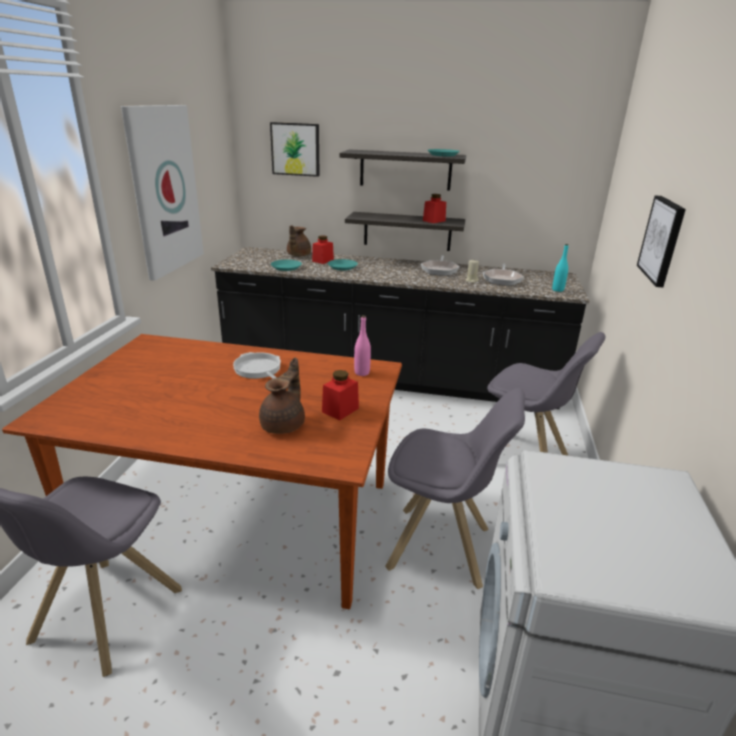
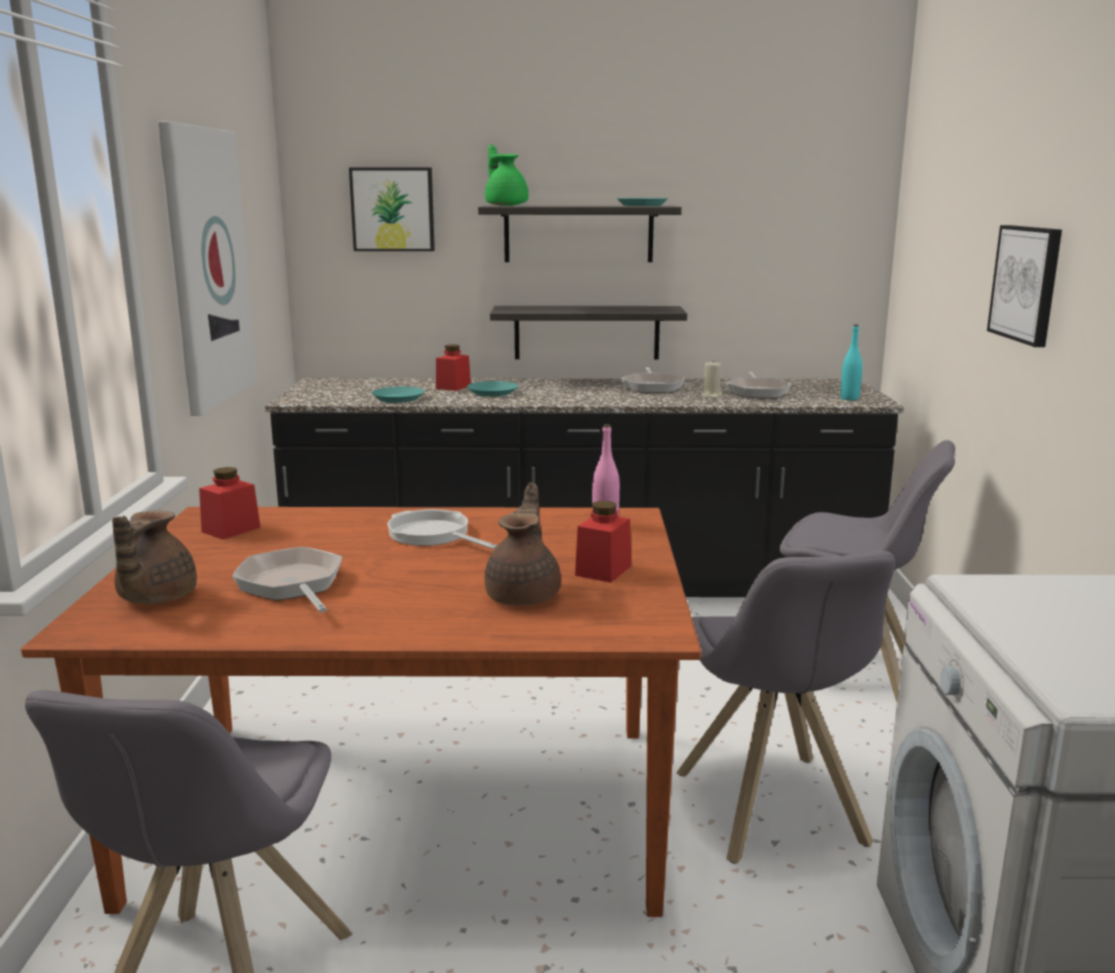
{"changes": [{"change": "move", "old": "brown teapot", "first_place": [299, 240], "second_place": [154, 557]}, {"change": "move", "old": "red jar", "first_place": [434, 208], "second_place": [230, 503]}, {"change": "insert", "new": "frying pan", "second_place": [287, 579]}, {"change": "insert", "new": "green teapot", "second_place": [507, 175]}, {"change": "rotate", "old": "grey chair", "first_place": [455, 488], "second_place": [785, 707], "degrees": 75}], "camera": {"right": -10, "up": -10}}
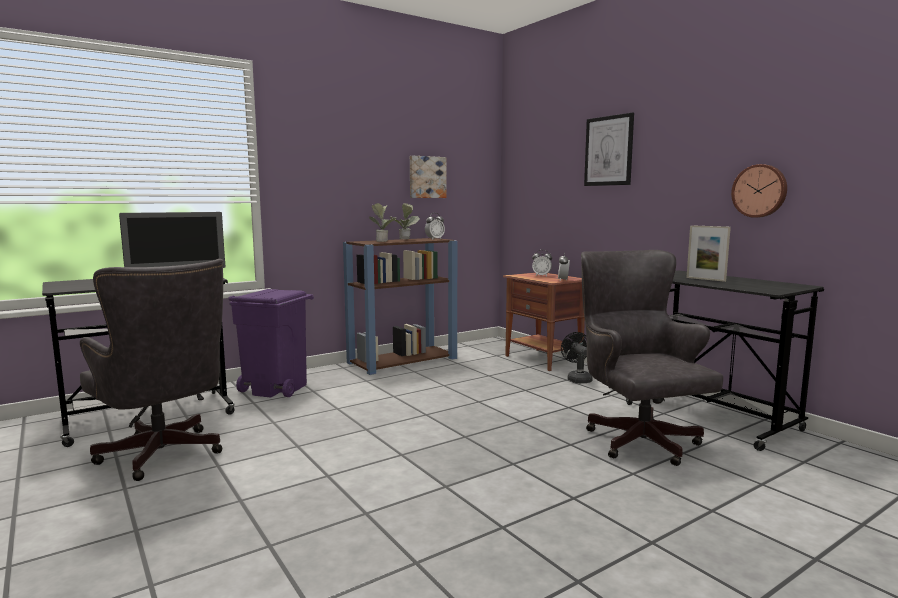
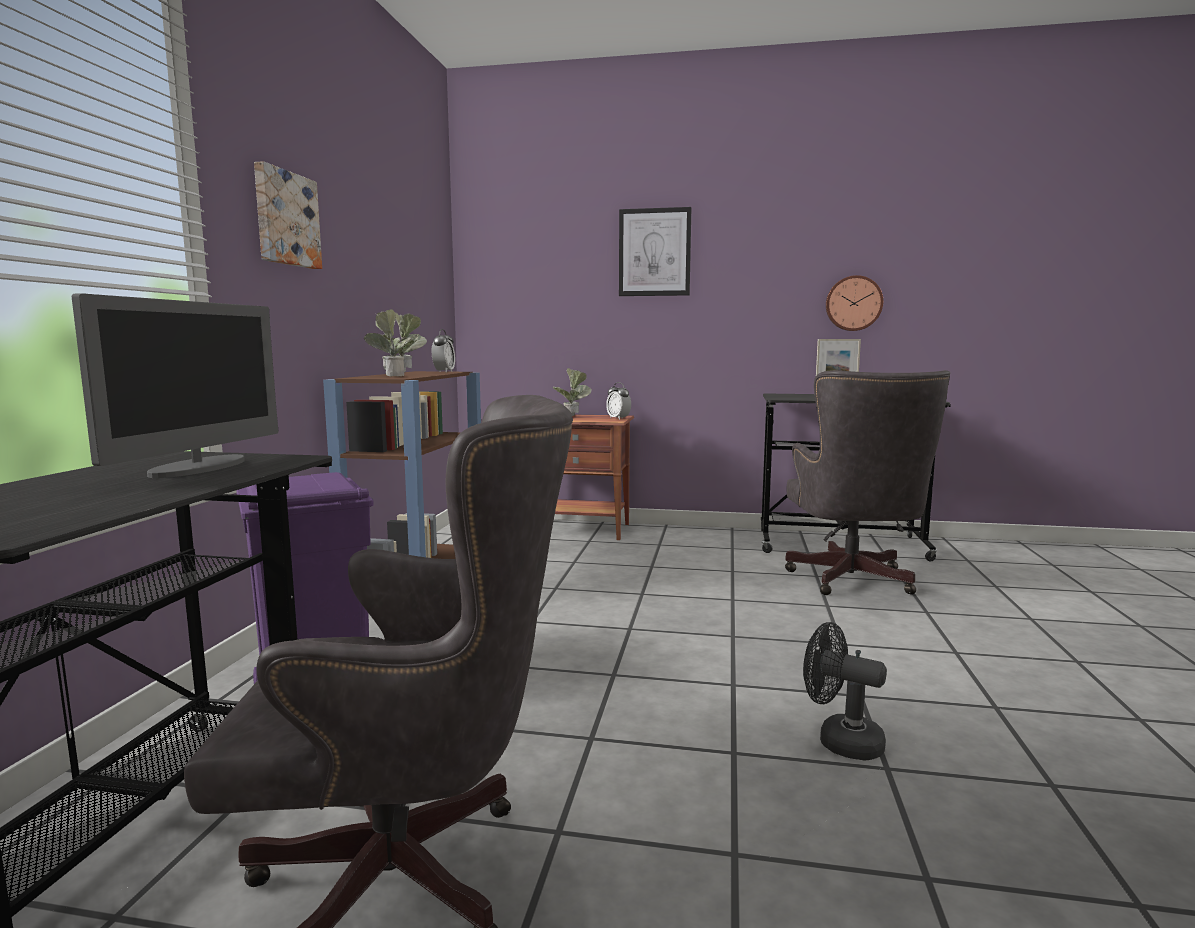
{"changes": [{"change": "move", "old": "picture", "first_place": [428, 176], "second_place": [288, 215]}, {"change": "replace", "old": "alarm clock", "new": "potted plant", "first_place": [542, 263], "second_place": [572, 392]}, {"change": "rotate", "old": "grey office chair", "first_place": [652, 358], "second_place": [867, 482], "degrees": -120}, {"change": "move", "old": "black fan", "first_place": [577, 357], "second_place": [845, 691]}], "camera": {"right": -45, "up": 0}}
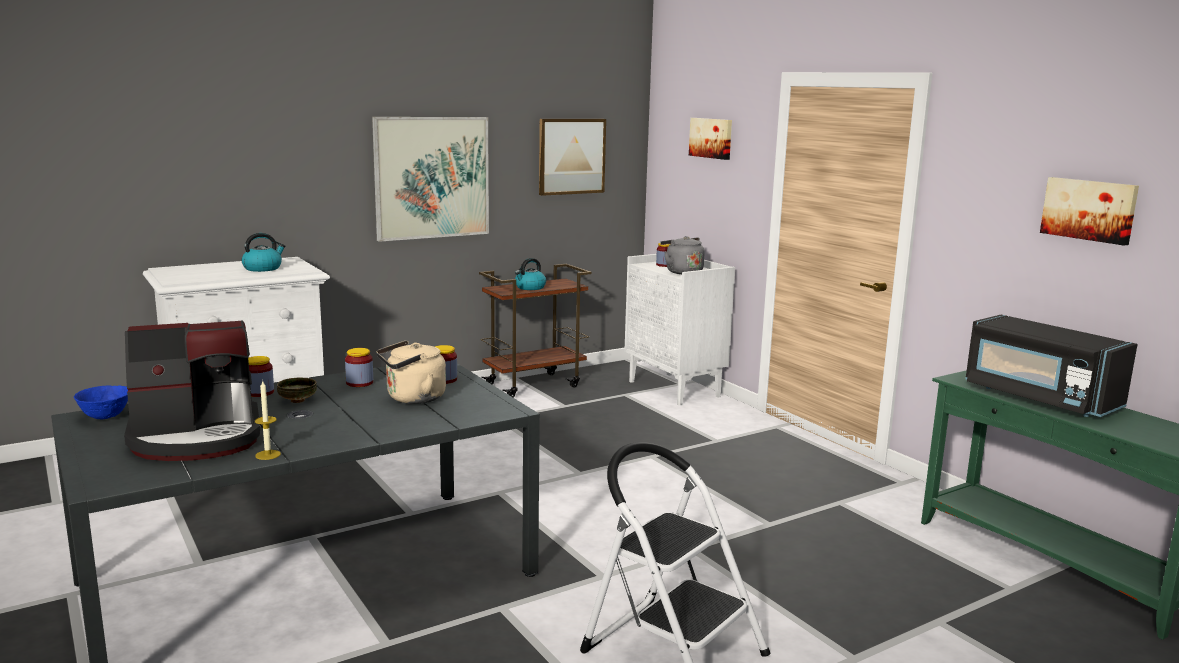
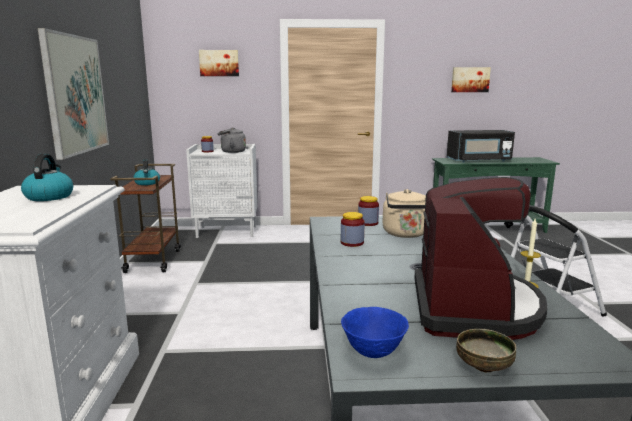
{"changes": [{"change": "move", "old": "bowl", "first_place": [297, 390], "second_place": [486, 350]}, {"change": "delete", "old": "jar", "first_place": [261, 376]}, {"change": "delete", "old": "picture", "first_place": [572, 157]}], "camera": {"right": -60, "up": 0}}
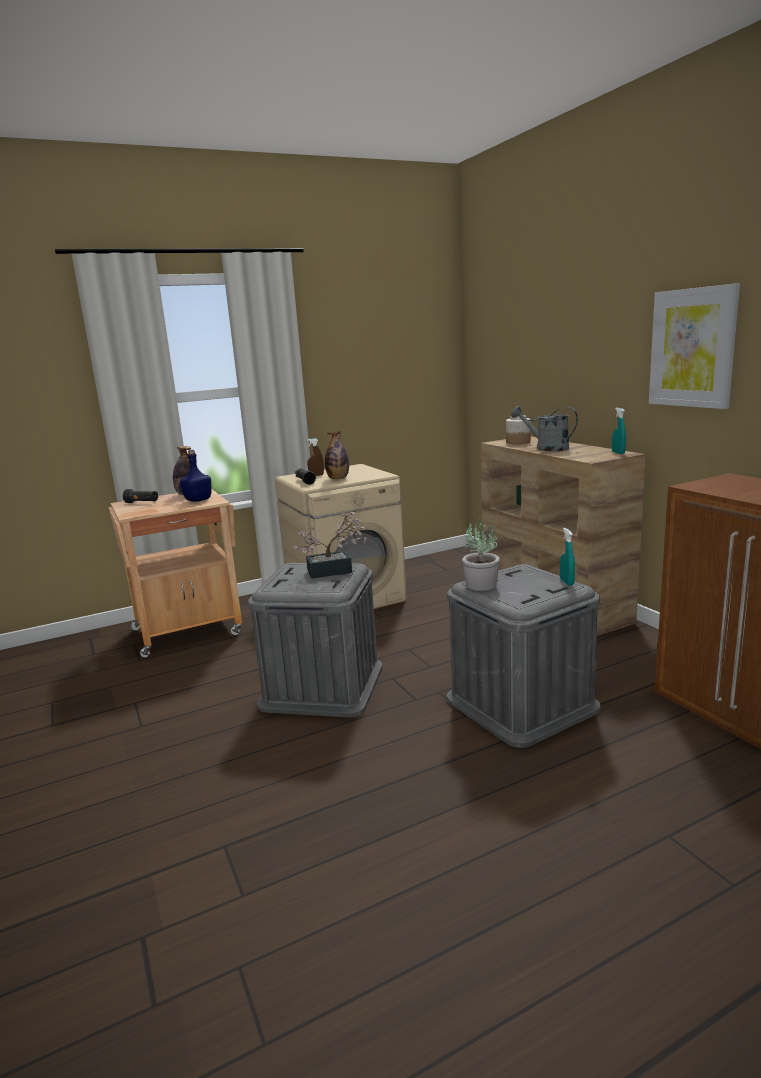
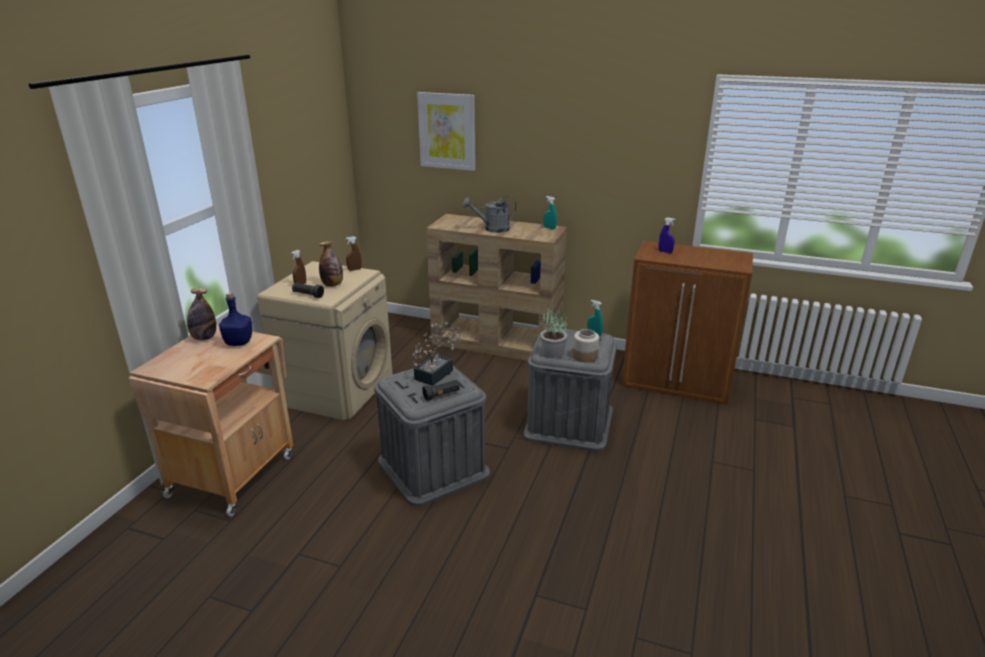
{"changes": [{"change": "insert", "new": "brown spray bottle", "second_place": [354, 253]}, {"change": "move", "old": "picture", "first_place": [694, 346], "second_place": [446, 131]}, {"change": "move", "old": "black flashlight", "first_place": [140, 496], "second_place": [441, 390]}, {"change": "move", "old": "jar", "first_place": [518, 429], "second_place": [586, 345]}, {"change": "insert", "new": "blue spray bottle", "second_place": [667, 235]}], "camera": {"right": -45, "up": 10}}
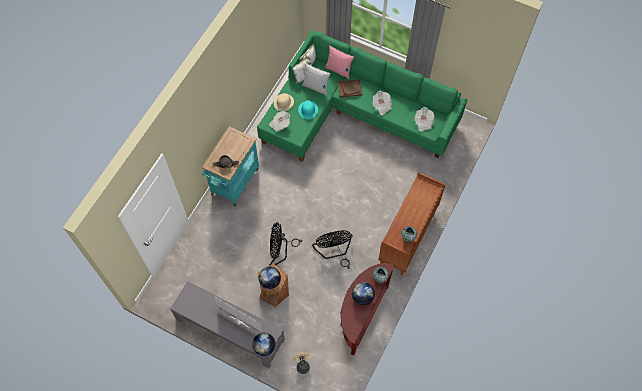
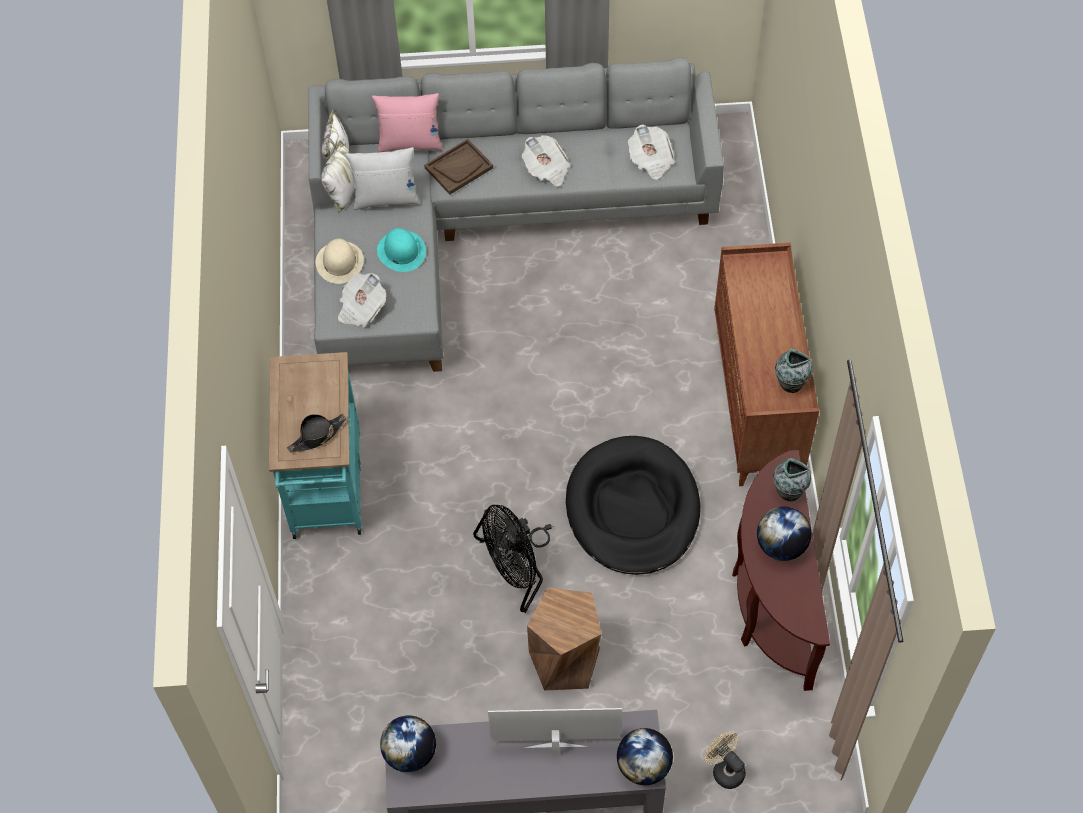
{"changes": [{"change": "recolor", "old": "green sofa", "new": "grey sofa", "first_place": [362, 96], "second_place": [516, 214]}, {"change": "move", "old": "globe", "first_place": [269, 278], "second_place": [408, 744]}, {"change": "replace", "old": "black fan", "new": "black dog bed", "first_place": [332, 249], "second_place": [633, 505]}], "camera": {"right": -30, "up": -5}}
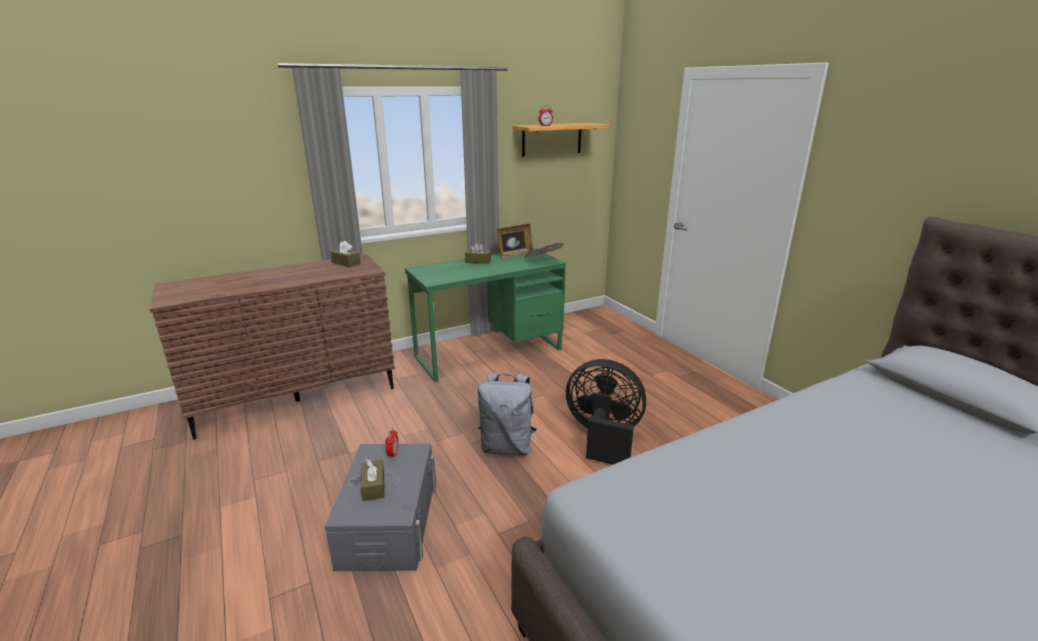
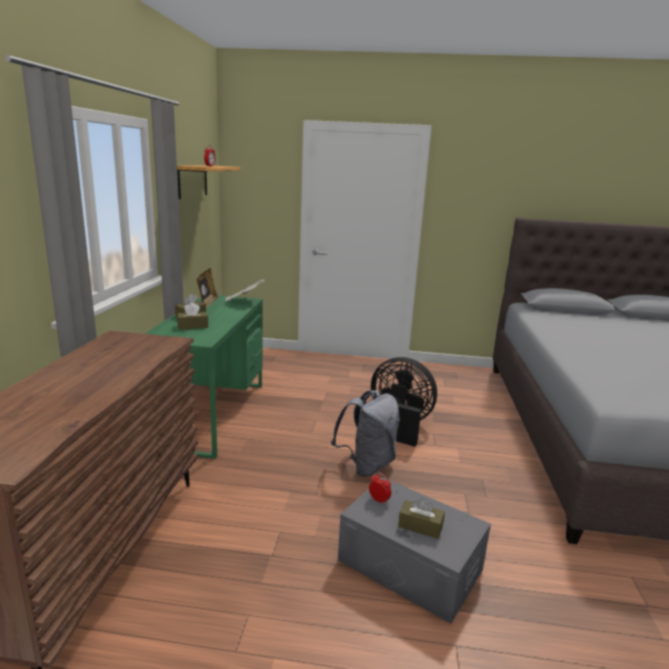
{"changes": [{"change": "move", "old": "brown tissue box", "first_place": [345, 254], "second_place": [192, 316]}, {"change": "rotate", "old": "black fan", "first_place": [606, 412], "second_place": [404, 402], "degrees": 60}], "camera": {"right": -55, "up": -5}}
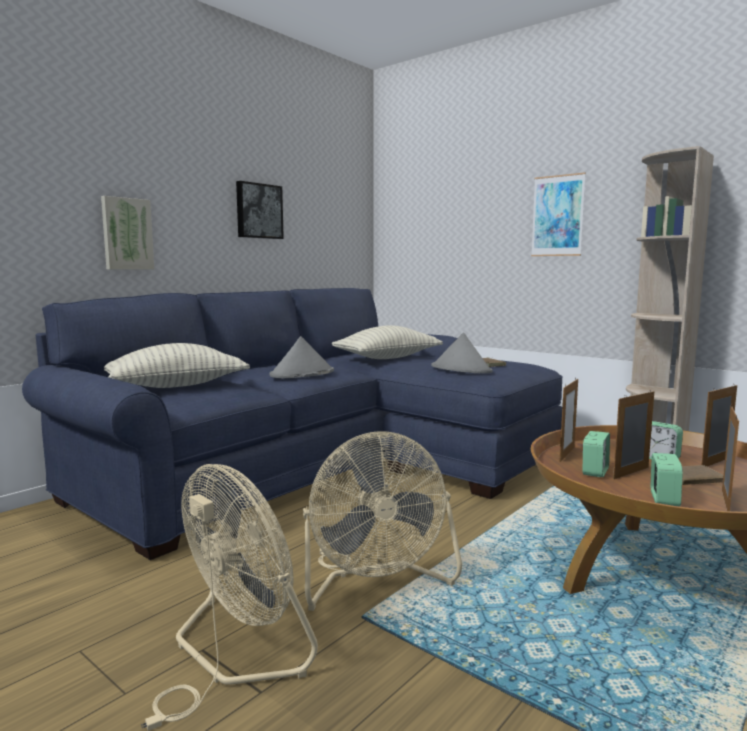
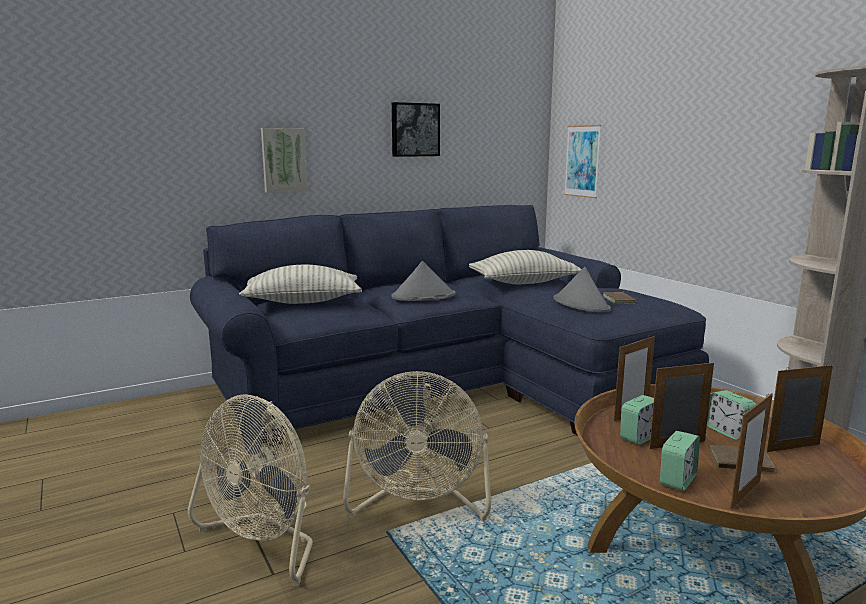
{"changes": [{"change": "rotate", "old": "beige fan", "first_place": [229, 597], "second_place": [250, 490], "degrees": 150}, {"change": "move", "old": "picture", "first_place": [558, 214], "second_place": [582, 161]}], "camera": {"right": 20, "up": 5}}
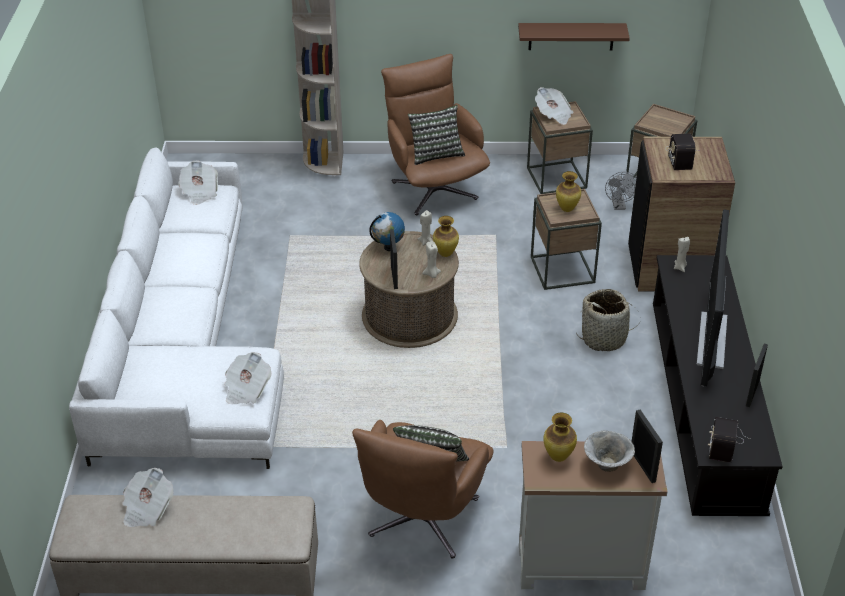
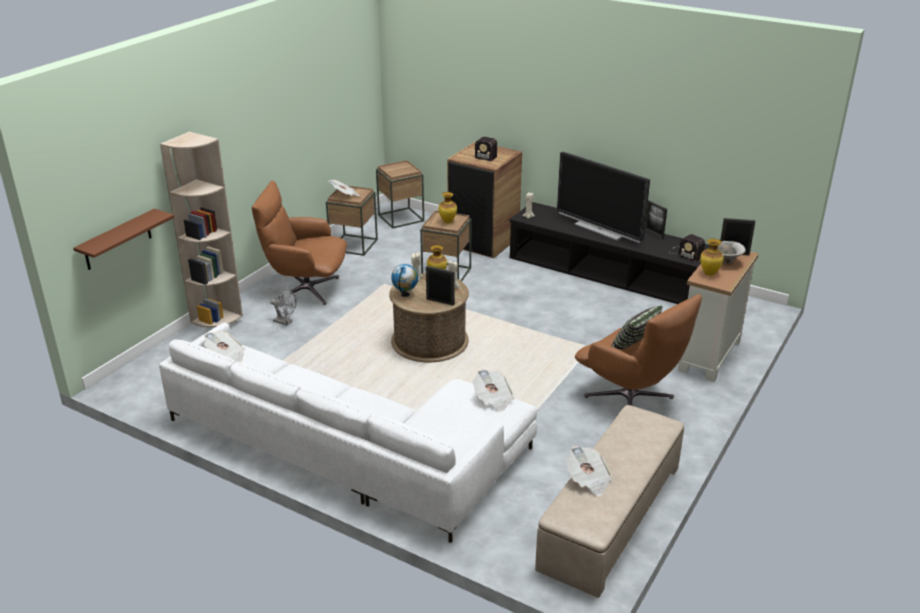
{"changes": [{"change": "move", "old": "brown shelf", "first_place": [574, 36], "second_place": [123, 239]}, {"change": "move", "old": "grey fan", "first_place": [621, 191], "second_place": [283, 307]}, {"change": "delete", "old": "pillow", "first_place": [436, 135]}, {"change": "delete", "old": "basket", "first_place": [608, 320]}], "camera": {"right": -60, "up": -10}}
